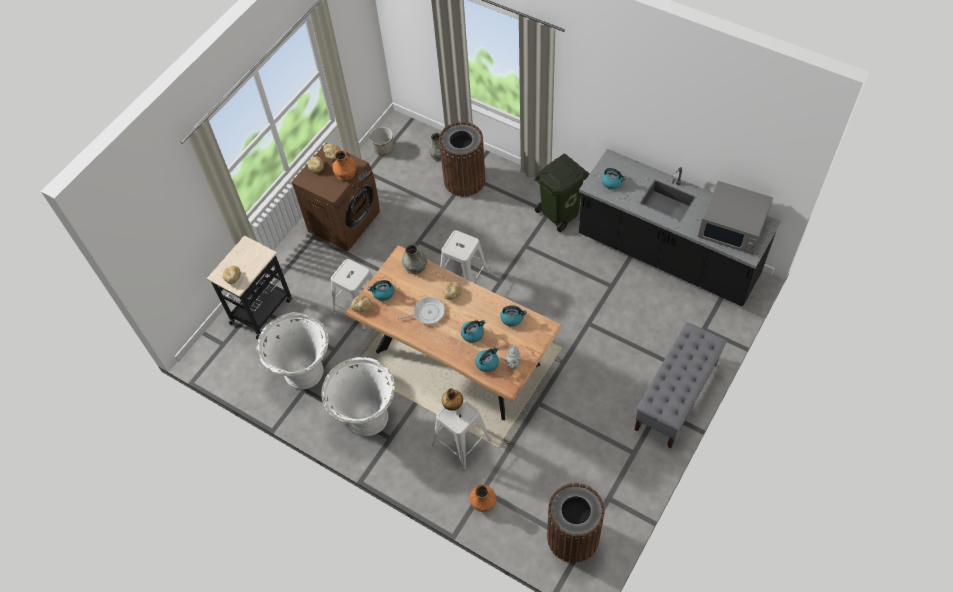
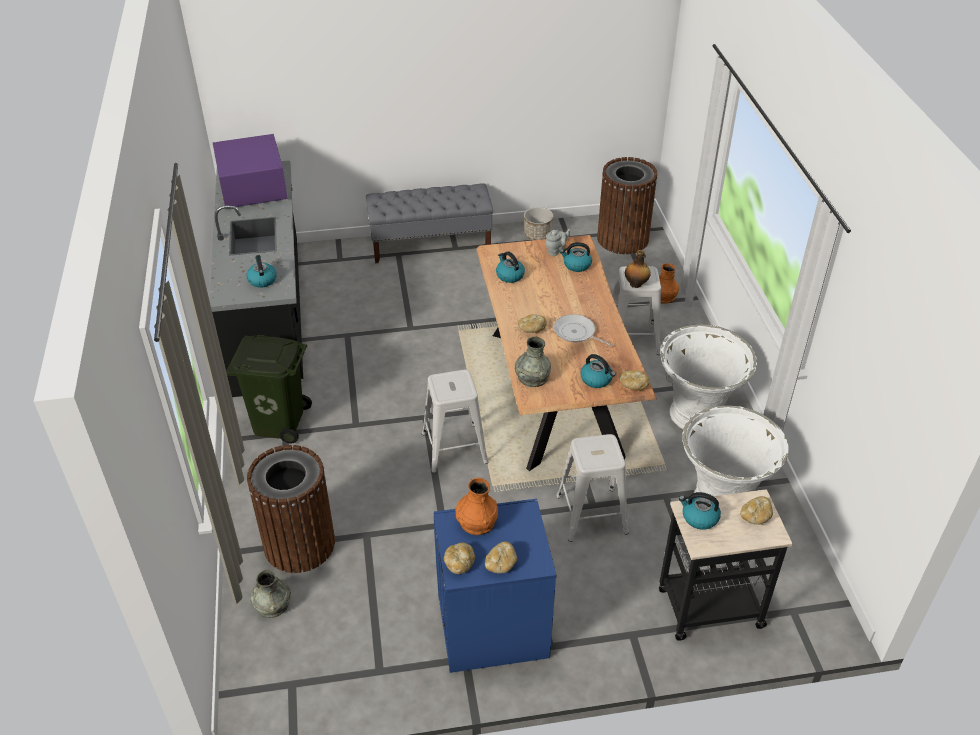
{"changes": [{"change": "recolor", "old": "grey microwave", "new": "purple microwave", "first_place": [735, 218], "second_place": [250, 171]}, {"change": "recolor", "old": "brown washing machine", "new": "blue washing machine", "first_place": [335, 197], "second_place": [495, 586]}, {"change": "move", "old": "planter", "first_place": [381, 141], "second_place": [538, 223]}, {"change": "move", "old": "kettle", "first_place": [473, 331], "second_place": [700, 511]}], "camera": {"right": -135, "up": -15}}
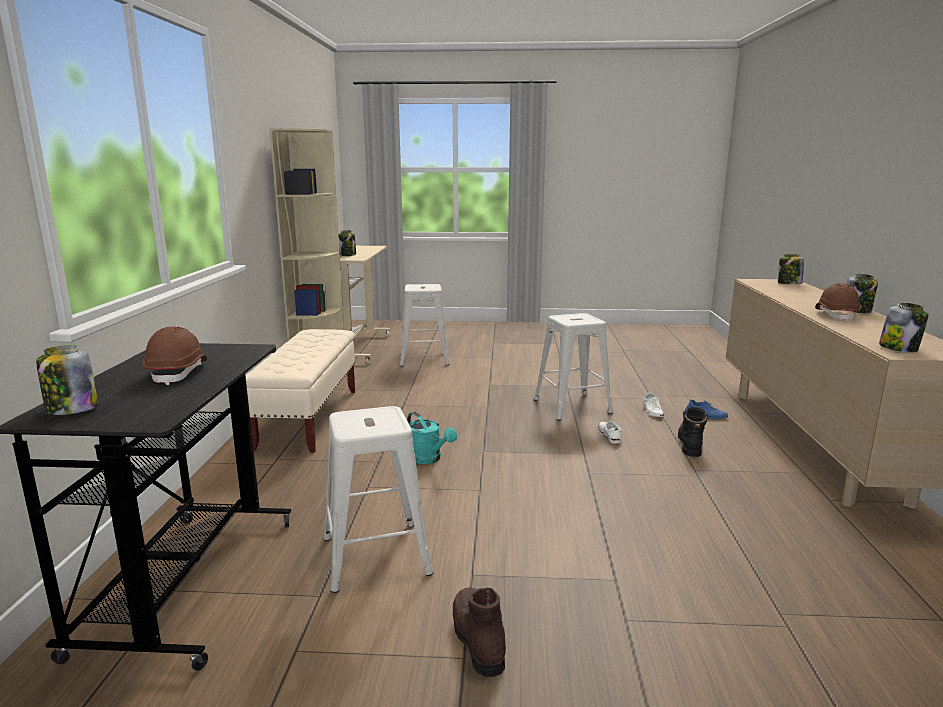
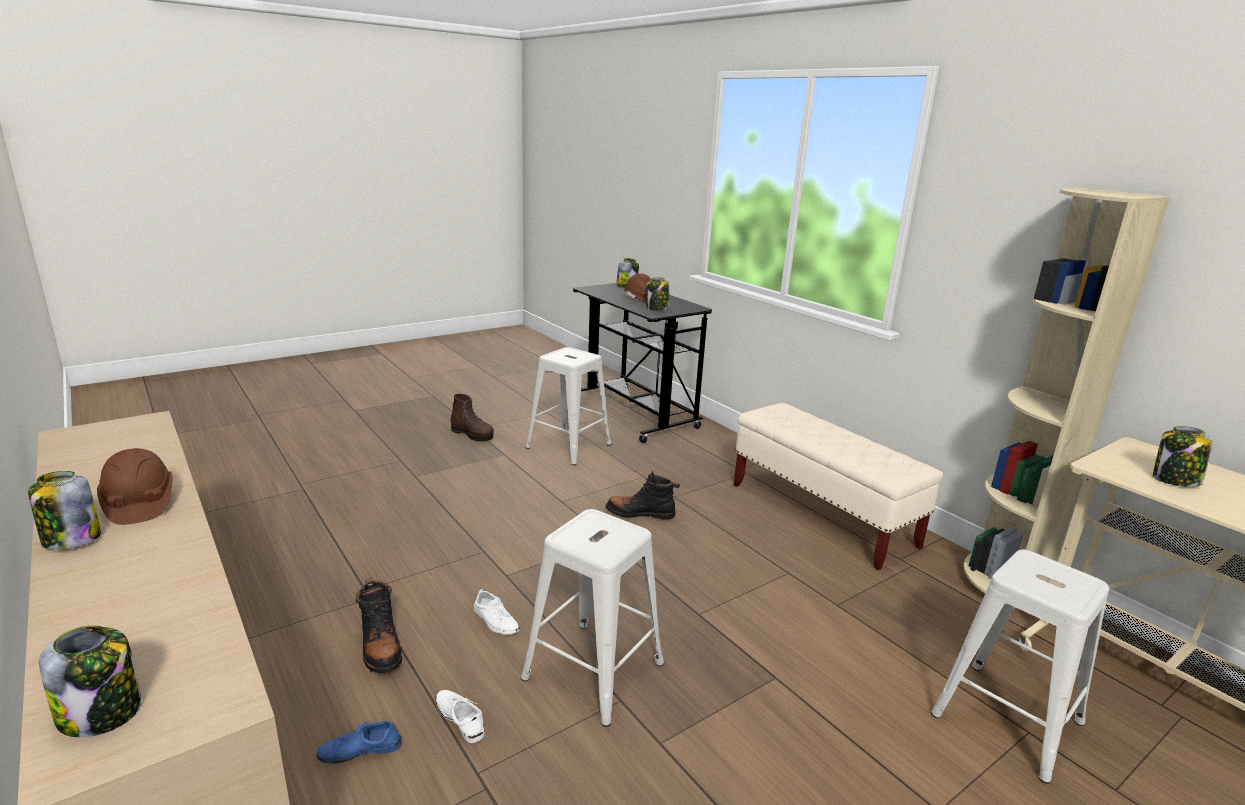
{"changes": [{"change": "replace", "old": "turquoise watering can", "new": "black boot", "first_place": [432, 438], "second_place": [643, 495]}, {"change": "move", "old": "jar", "first_place": [904, 327], "second_place": [658, 294]}], "camera": {"right": 140, "up": 5}}
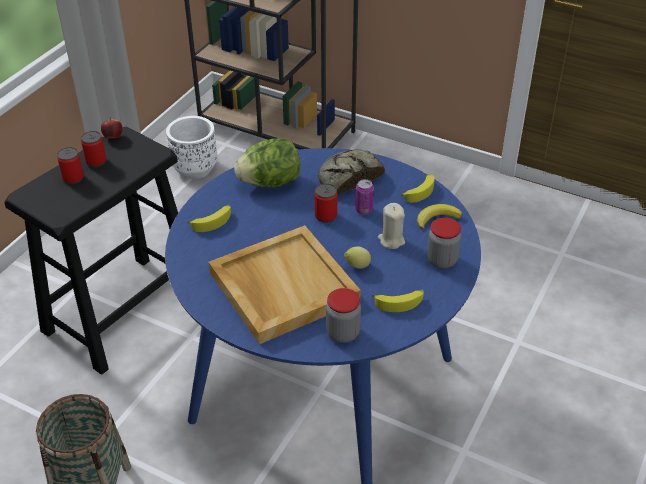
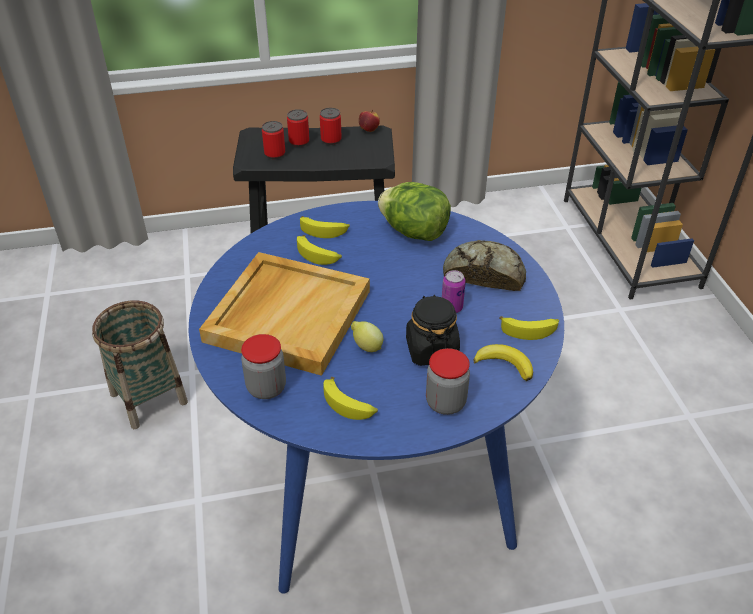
{"changes": [{"change": "move", "old": "can", "first_place": [325, 203], "second_place": [273, 140]}, {"change": "insert", "new": "banana", "second_place": [319, 250]}, {"change": "replace", "old": "beige candle", "new": "black jar", "first_place": [391, 226], "second_place": [433, 330]}, {"change": "delete", "old": "white planter", "first_place": [191, 147]}], "camera": {"right": 50, "up": 0}}
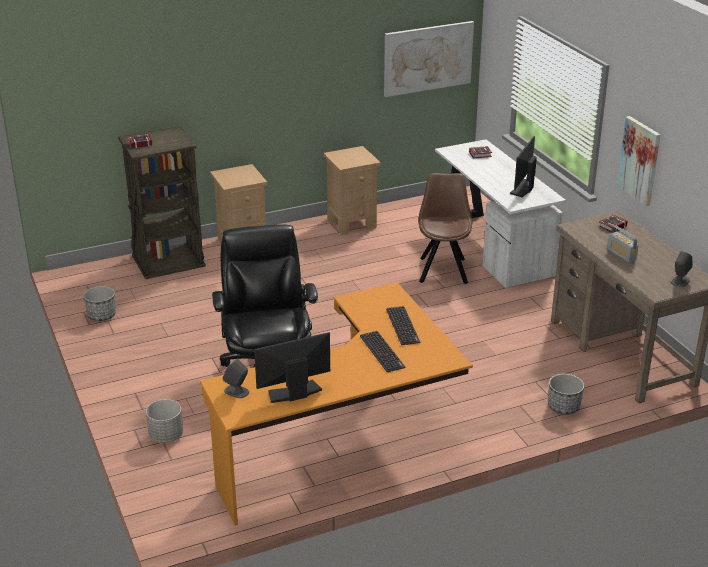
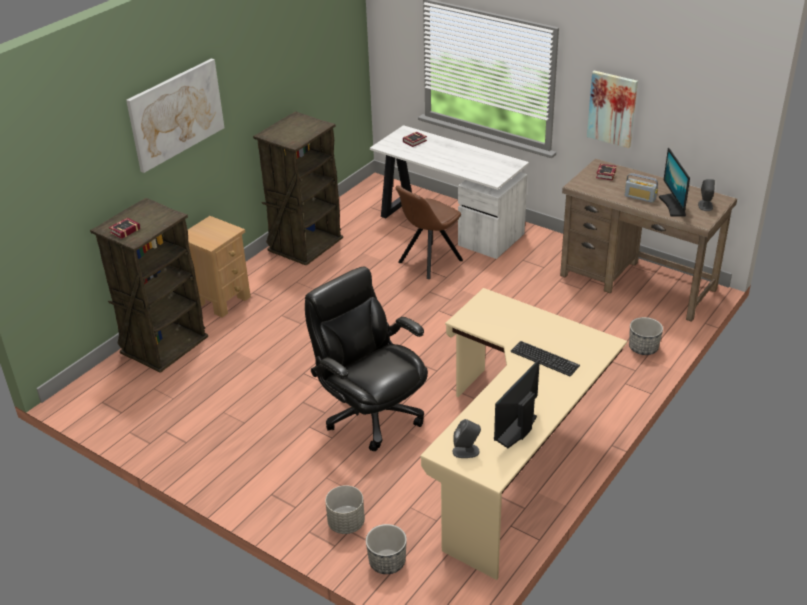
{"changes": [{"change": "move", "old": "picture", "first_place": [429, 59], "second_place": [175, 115]}, {"change": "replace", "old": "beige nightstand", "new": "brown bookcase", "first_place": [352, 190], "second_place": [298, 188]}, {"change": "move", "old": "planter", "first_place": [99, 303], "second_place": [386, 549]}, {"change": "rotate", "old": "brown chair", "first_place": [445, 228], "second_place": [429, 232], "degrees": -105}, {"change": "recolor", "old": "orange desk", "new": "beige desk", "first_place": [336, 404], "second_place": [523, 434]}, {"change": "move", "old": "monitor", "first_place": [523, 166], "second_place": [674, 182]}, {"change": "delete", "old": "keyboard", "first_place": [403, 325]}], "camera": {"right": -30, "up": 5}}
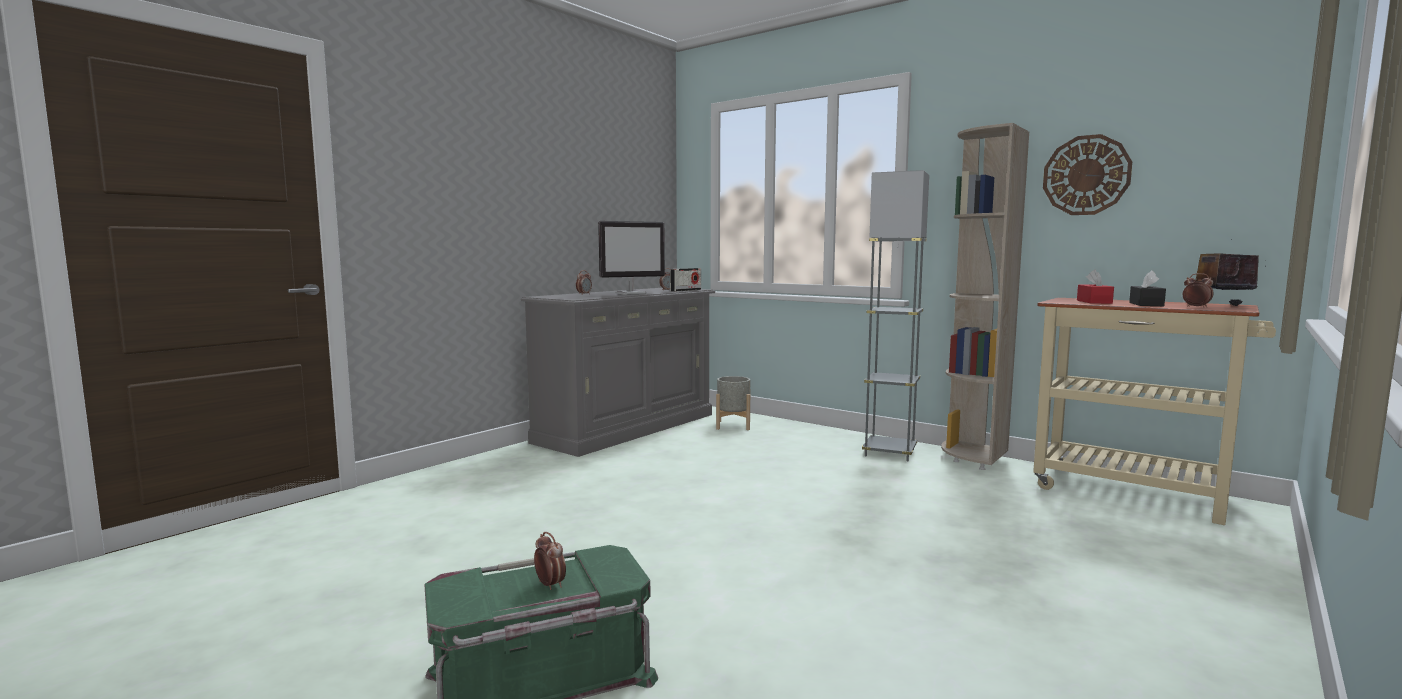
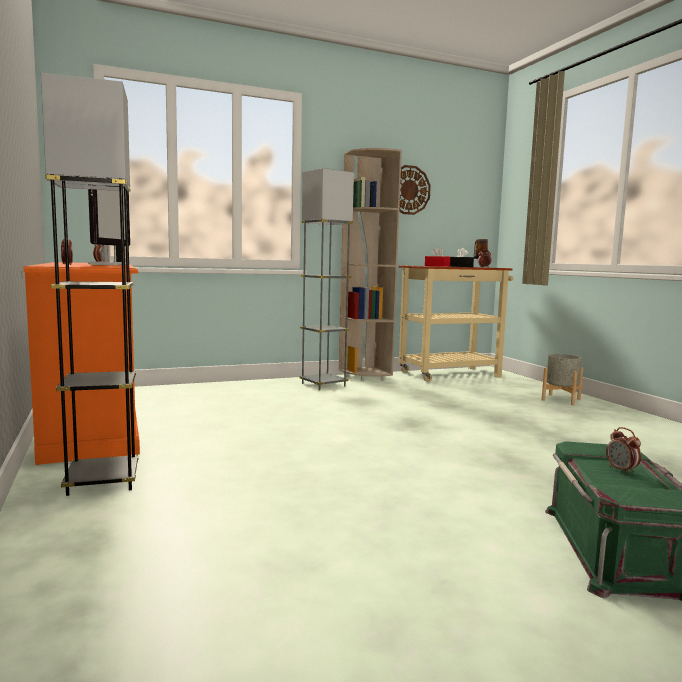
{"changes": [{"change": "recolor", "old": "grey cabinet", "new": "orange cabinet", "first_place": [618, 372], "second_place": [80, 363]}, {"change": "insert", "new": "grey floor lamp", "second_place": [89, 284]}, {"change": "move", "old": "grey planter", "first_place": [733, 403], "second_place": [562, 379]}, {"change": "rotate", "old": "alarm clock", "first_place": [550, 561], "second_place": [623, 450], "degrees": -105}], "camera": {"right": -60, "up": 0}}
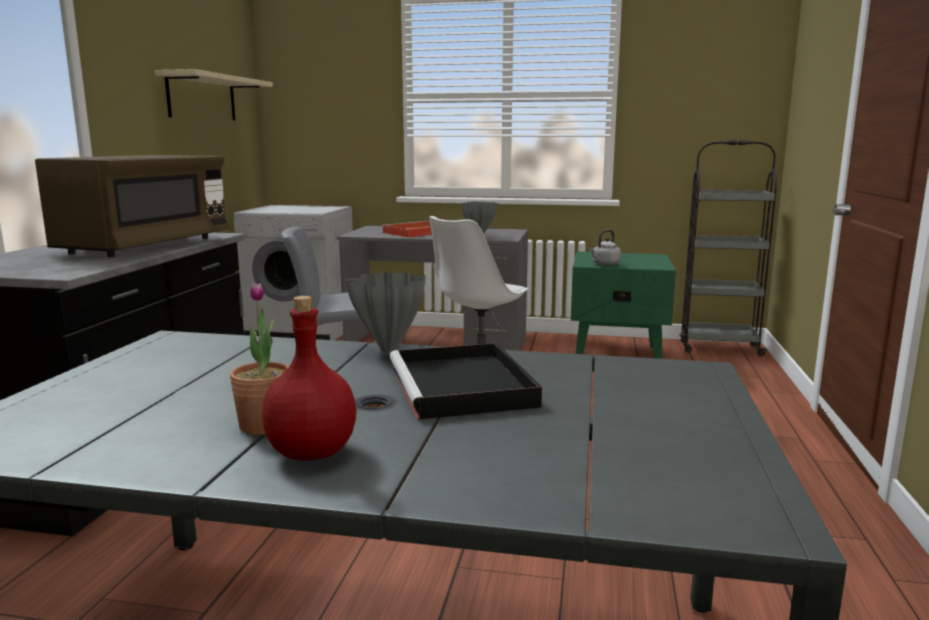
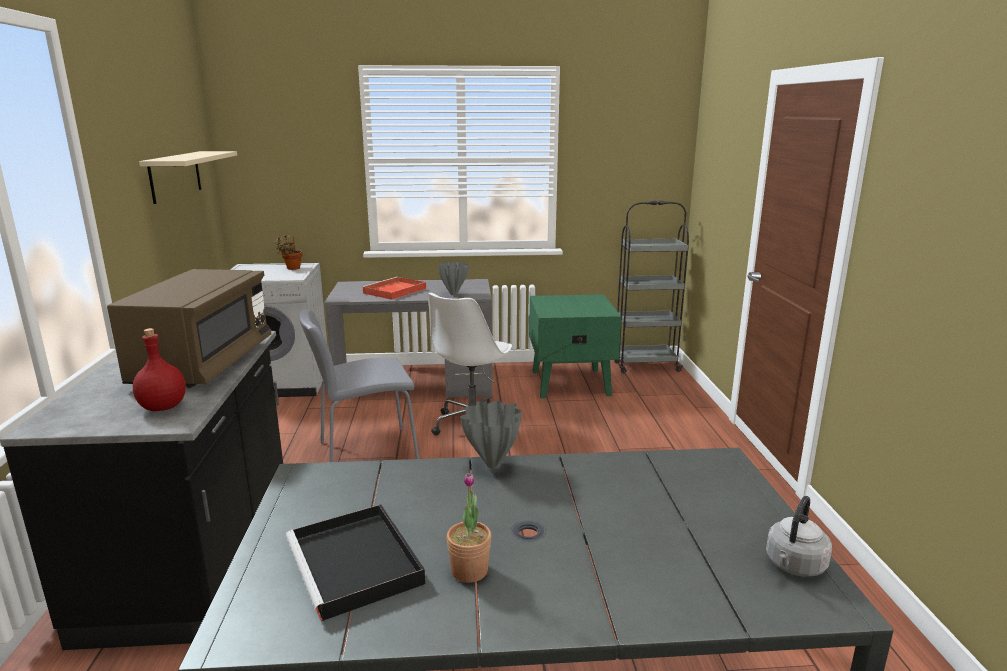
{"changes": [{"change": "move", "old": "red bottle", "first_place": [309, 378], "second_place": [159, 369]}, {"change": "insert", "new": "potted plant", "second_place": [288, 252]}, {"change": "move", "old": "black tray", "first_place": [466, 381], "second_place": [355, 562]}, {"change": "move", "old": "grey kettle", "first_place": [605, 248], "second_place": [799, 536]}], "camera": {"right": -15, "up": 5}}
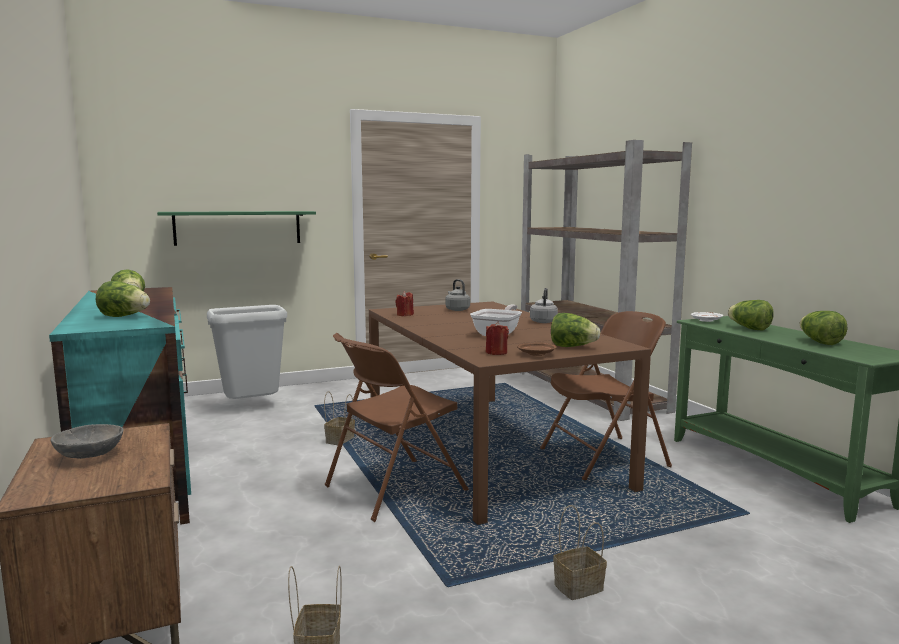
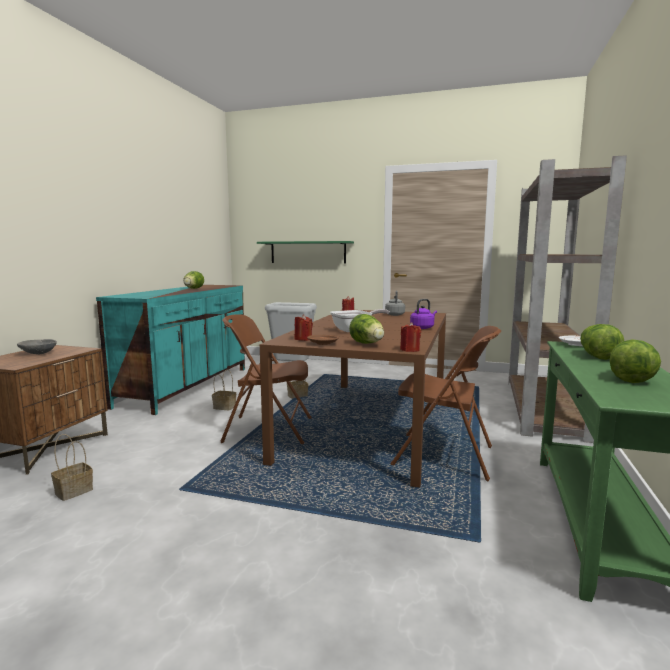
{"changes": [{"change": "move", "old": "basket", "first_place": [580, 552], "second_place": [224, 389]}, {"change": "insert", "new": "red candle", "second_place": [410, 337]}, {"change": "recolor", "old": "grey kettle", "new": "purple kettle", "first_place": [544, 305], "second_place": [423, 314]}, {"change": "delete", "old": "lettuce", "first_place": [123, 299]}], "camera": {"right": 40, "up": 0}}
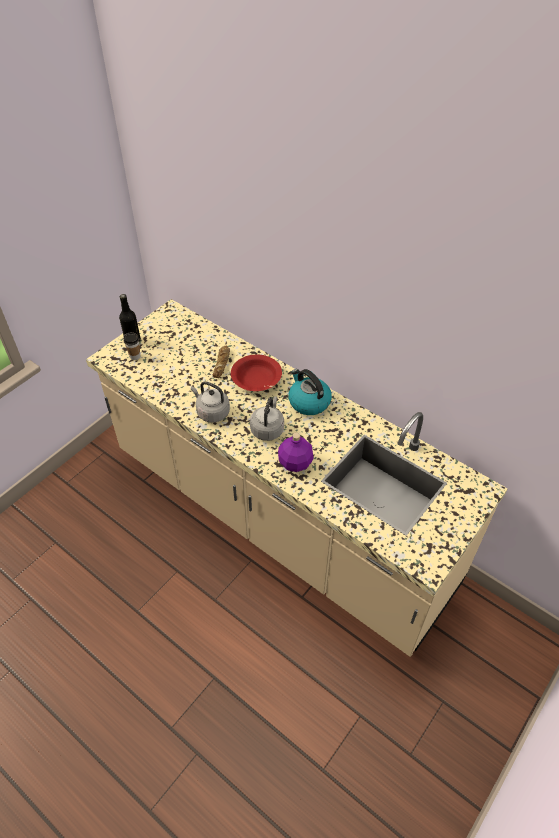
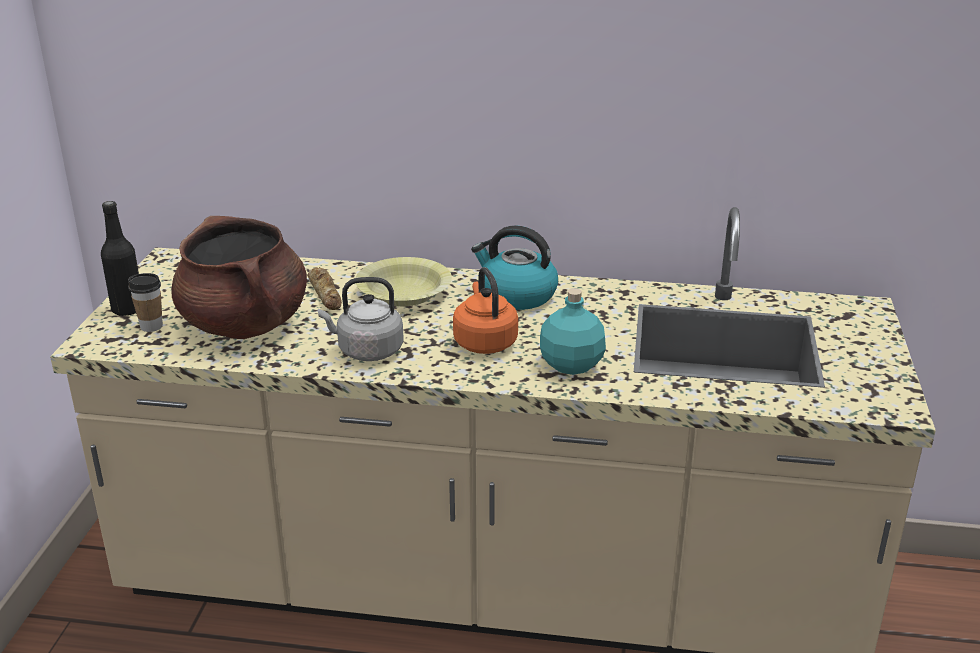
{"changes": [{"change": "insert", "new": "brown cooking pot", "second_place": [239, 277]}, {"change": "recolor", "old": "red bowl", "new": "yellow bowl", "first_place": [256, 373], "second_place": [404, 281]}, {"change": "recolor", "old": "grey kettle", "new": "orange kettle", "first_place": [267, 418], "second_place": [485, 310]}, {"change": "recolor", "old": "purple bottle", "new": "turquoise bottle", "first_place": [295, 452], "second_place": [573, 331]}], "camera": {"right": -30, "up": -20}}
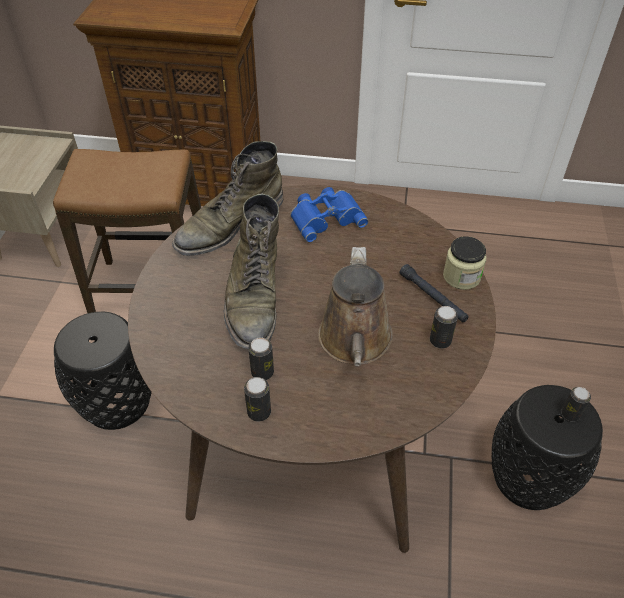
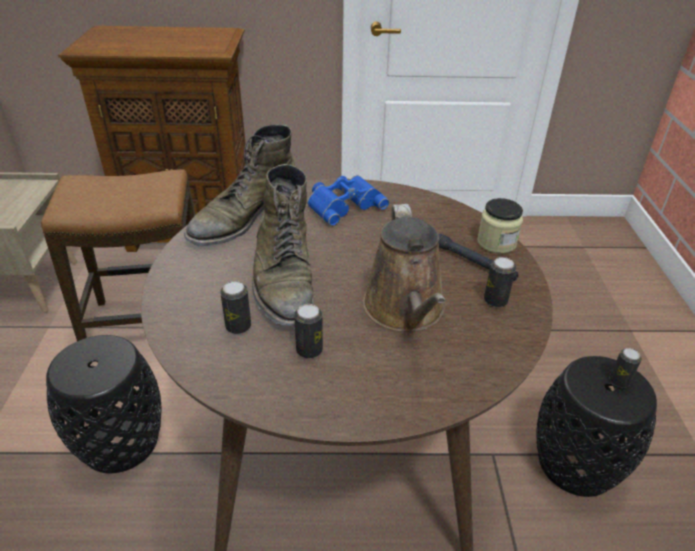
{"changes": [{"change": "move", "old": "can", "first_place": [257, 399], "second_place": [235, 307]}], "camera": {"right": -10, "up": -10}}
